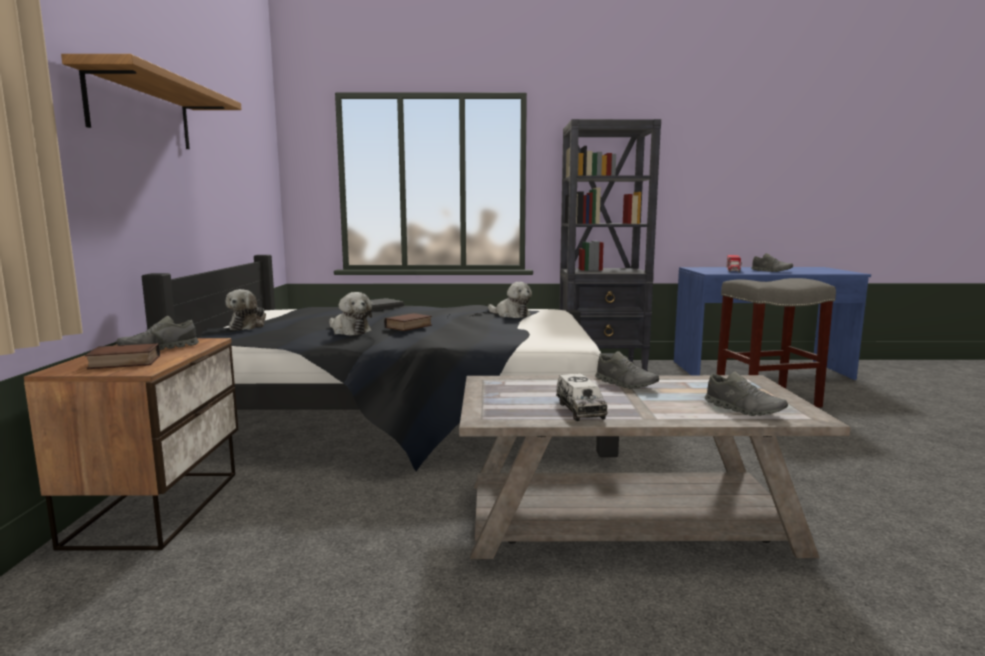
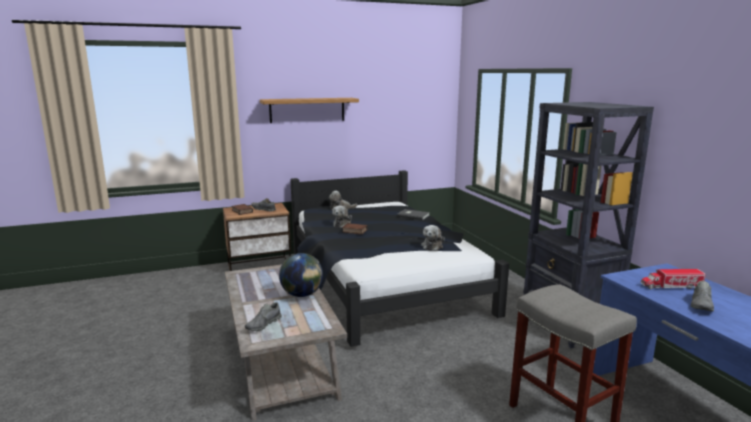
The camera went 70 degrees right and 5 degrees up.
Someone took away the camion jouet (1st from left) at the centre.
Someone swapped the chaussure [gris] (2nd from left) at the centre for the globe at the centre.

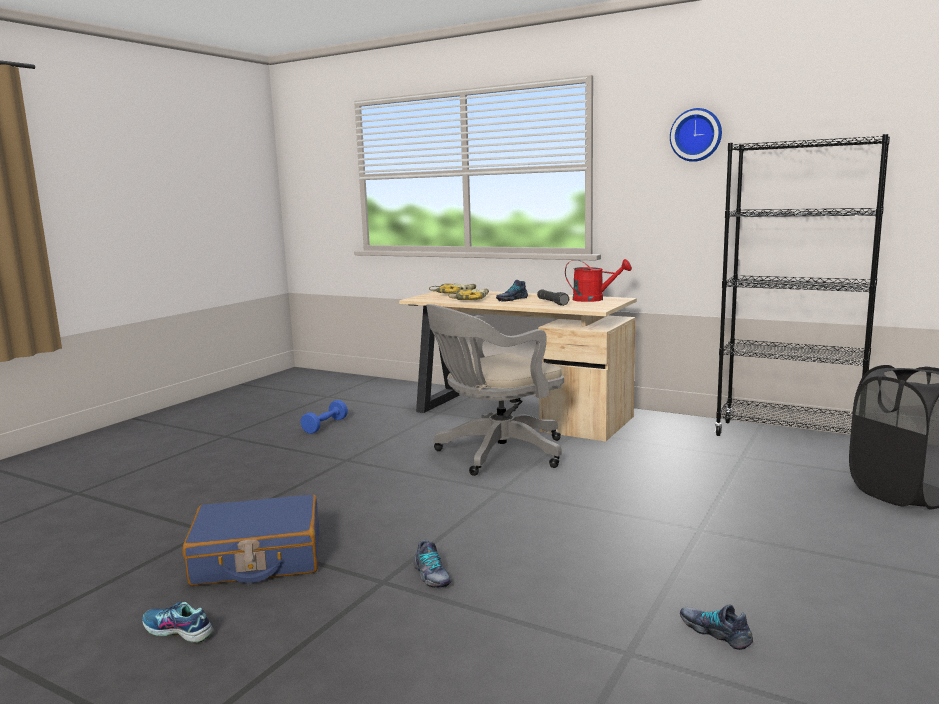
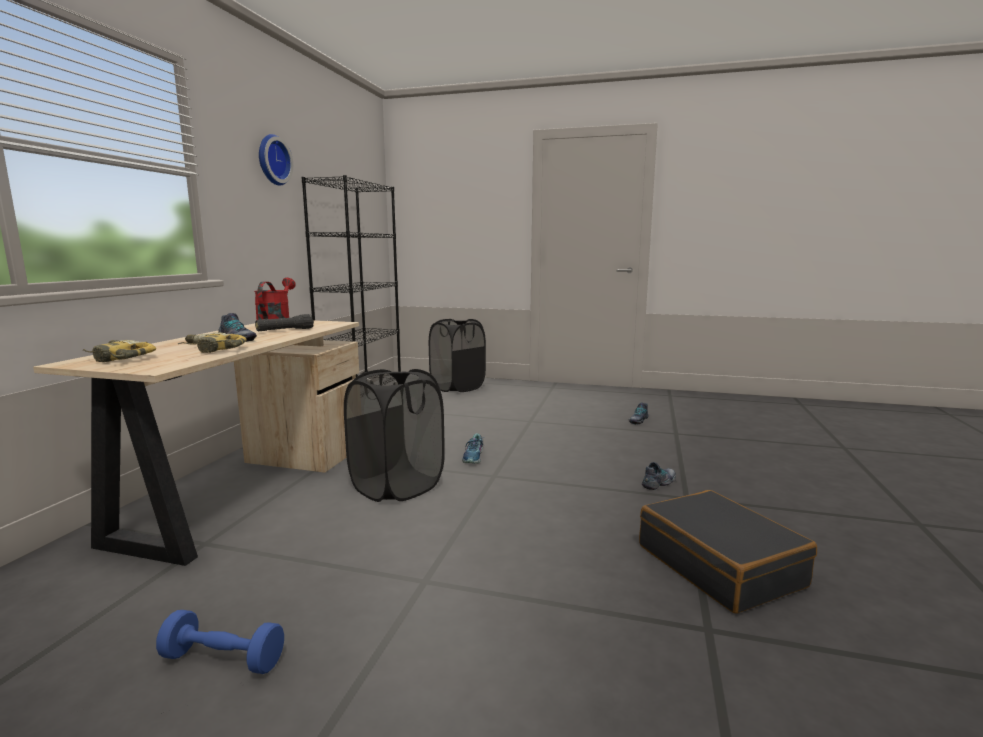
The camera went 105 degrees left and 0 degrees up.
Someone carried the chaussure (1st from left in the first image) from the bottom left to the centre.
Someone repainted the valise [bleu] at the bottom left, which became the valise [noir] at the bottom right.
Someone swapped the chaise de bureau [gris] at the centre for the panier à linge [noir] (1st from left) at the centre.

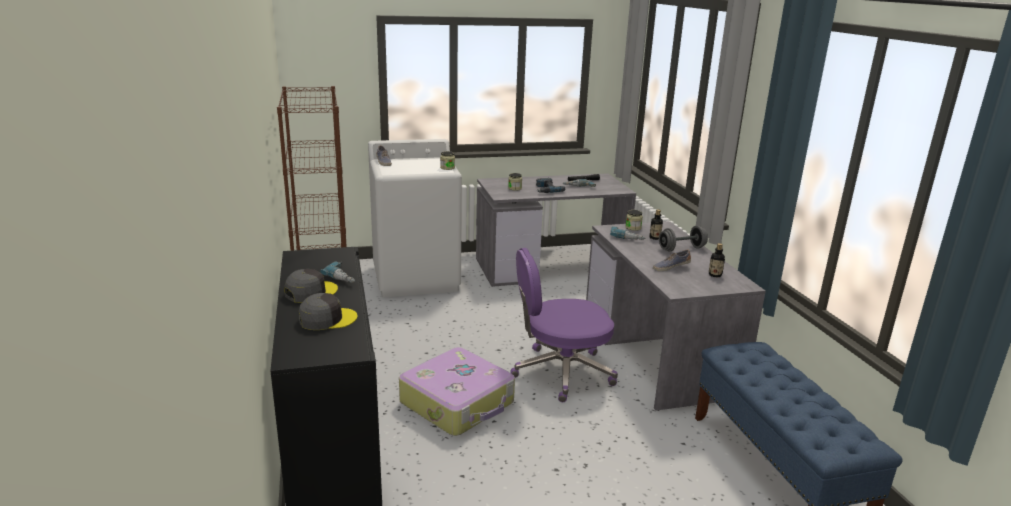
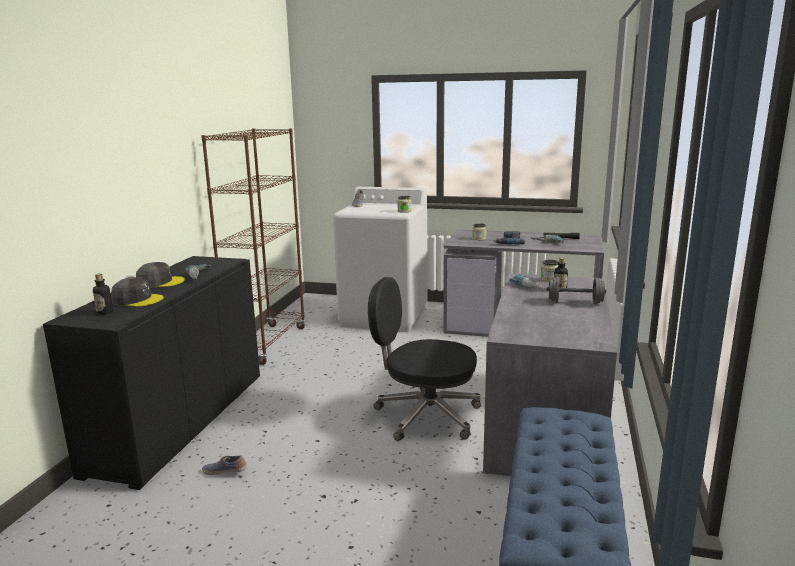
The camera went 30 degrees right and 5 degrees down.
Someone took away the valise at the bottom centre.
Someone repainted the chaise de bureau [violet] at the centre, which became the chaise de bureau [noir] at the centre.
Someone carried the chaussure (2nd from left in the first image) from the centre to the bottom left.
Someone carried the bouteille (2nd from left in the first image) from the middle right to the middle left.

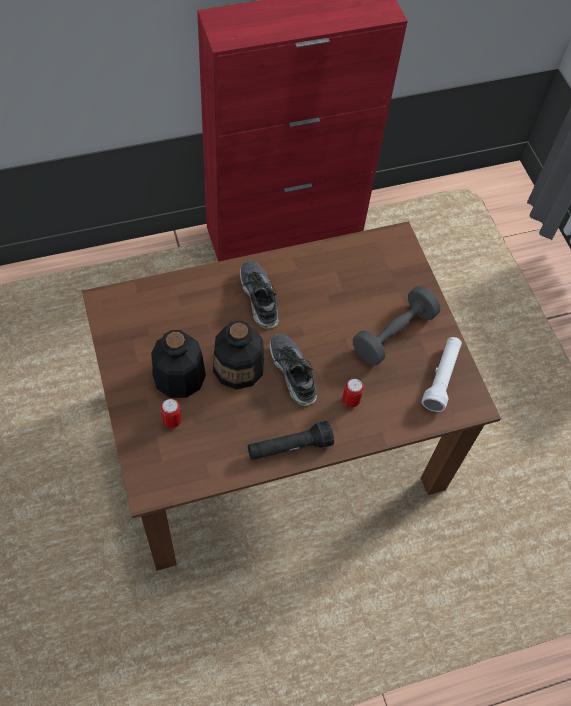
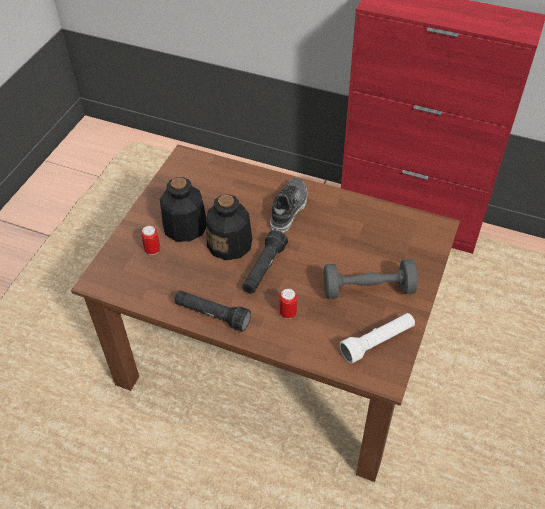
The camera went 45 degrees right and 10 degrees down.
Someone swapped the chaussure (2nd from left) at the centre for the lampe de poche [noir] (2nd from left) at the centre.

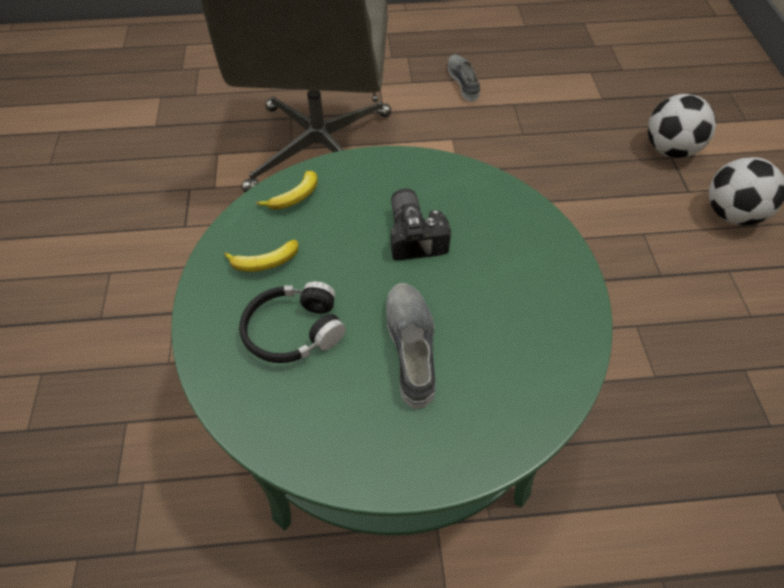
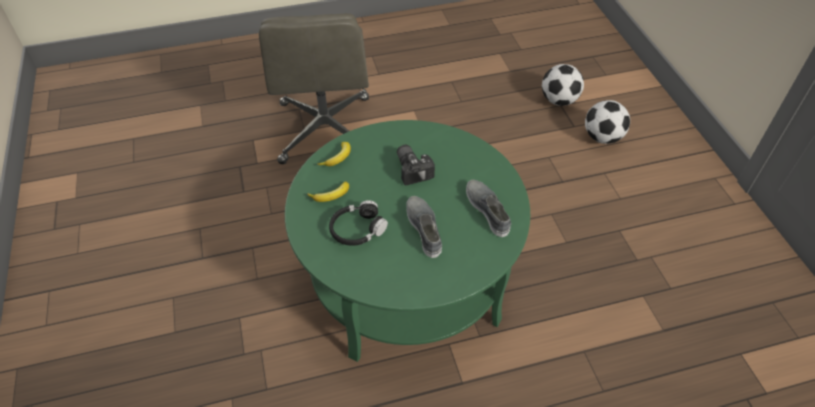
The camera went 10 degrees left and 5 degrees down.
Someone carried the chaussure [gris] (2nd from left) from the top centre to the centre.

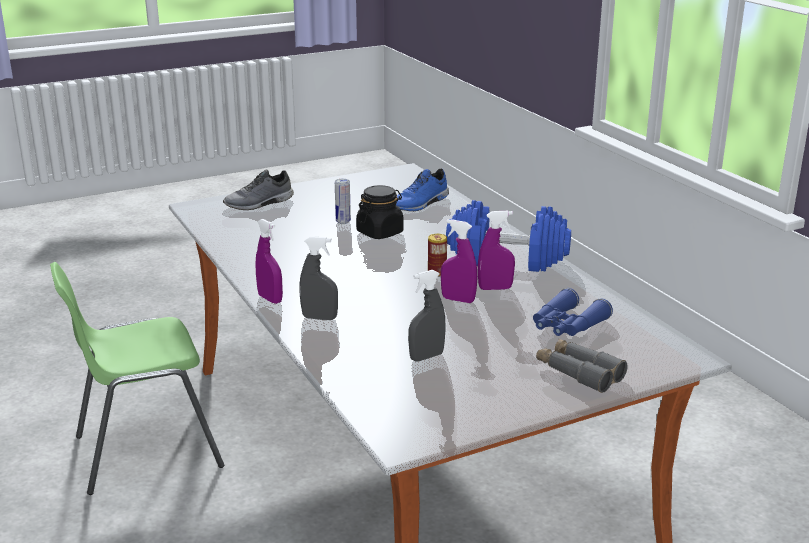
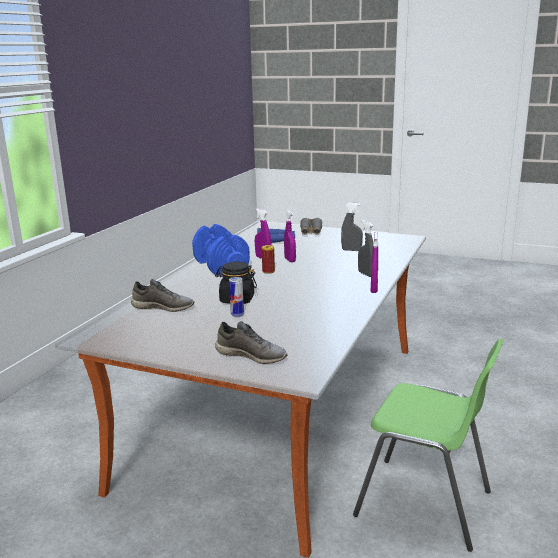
The camera went 130 degrees left and 5 degrees down.
Someone repainted the chaussure [bleu] at the centre, which became the chaussure [gris] (1st from left) at the middle left.

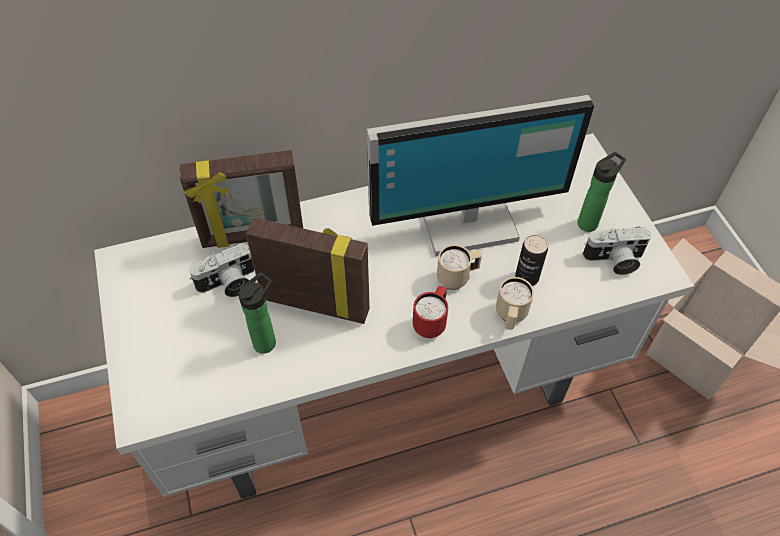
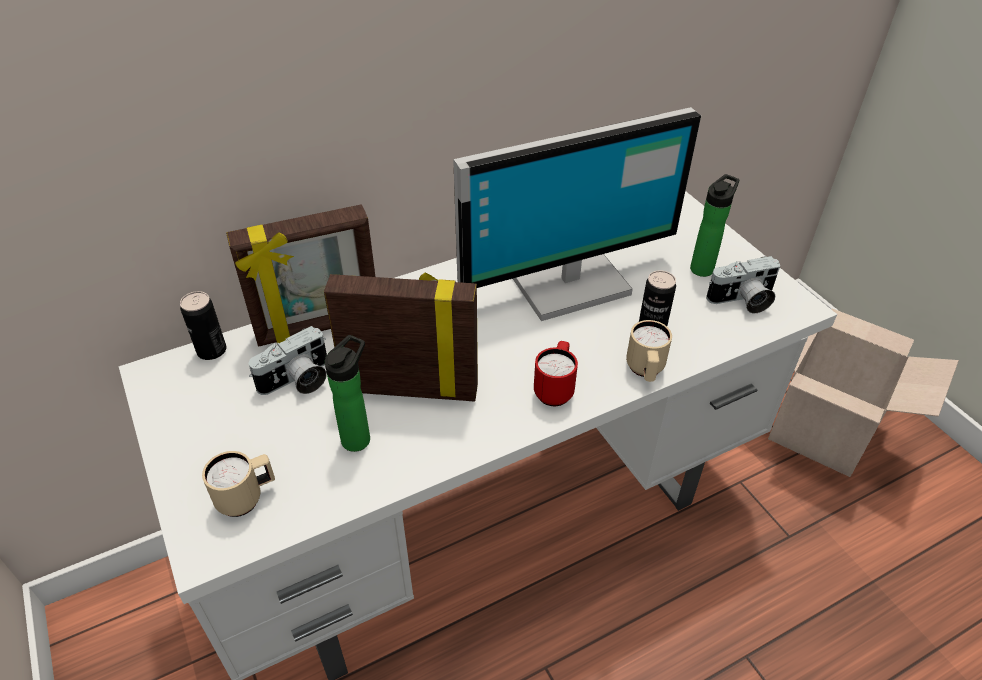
The camera went 10 degrees left and 10 degrees down.
Someone carried the mug [beige] (1st from left) from the centre to the bottom left.
Someone put down the boîte métallique (1st from left) at the middle left.

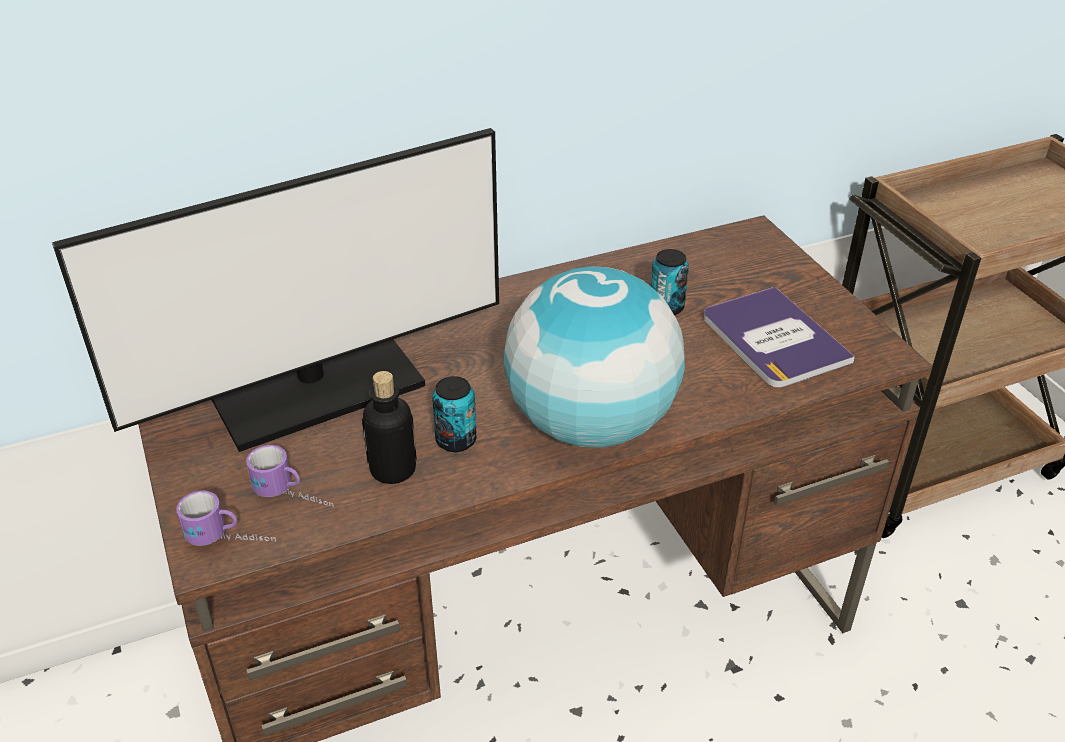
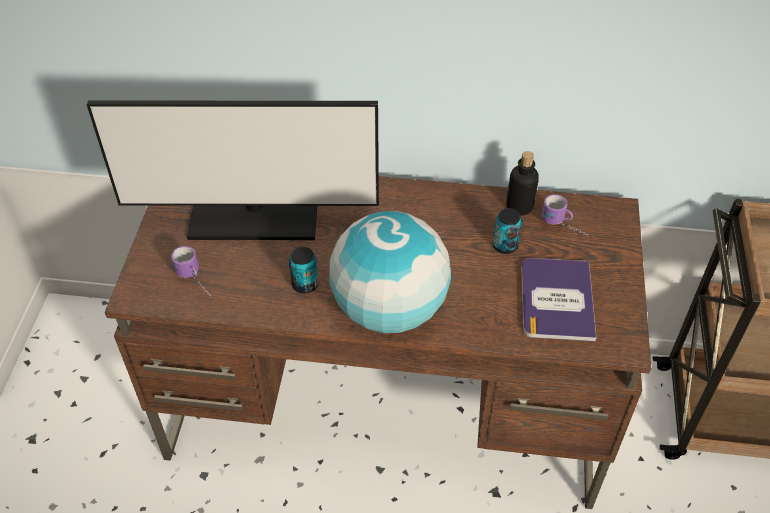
The camera went 30 degrees right and 10 degrees up.
Someone carried the mug (1st from left in the first image) from the bottom left to the middle right.
Someone carried the bouteille from the centre to the middle right.

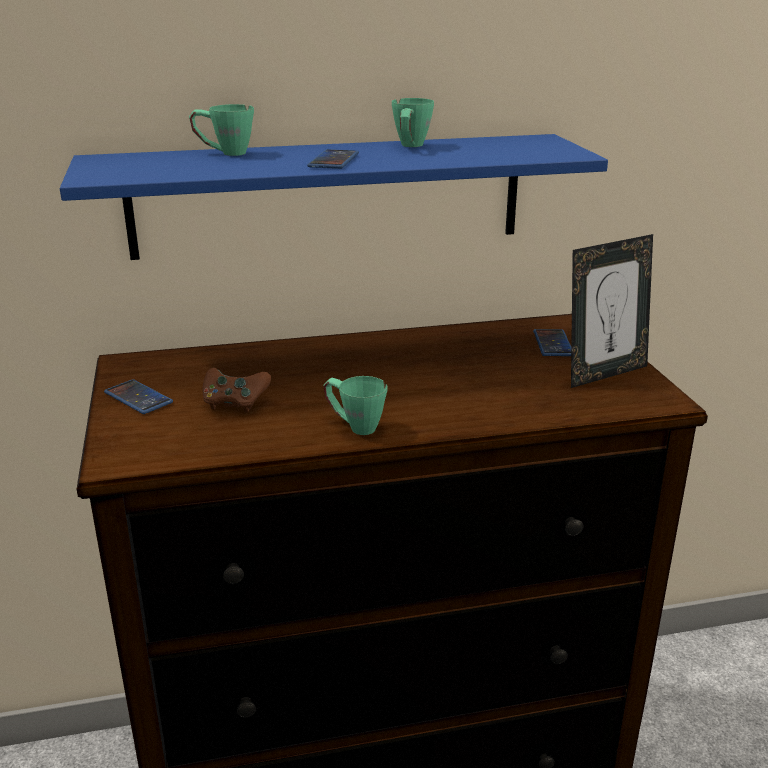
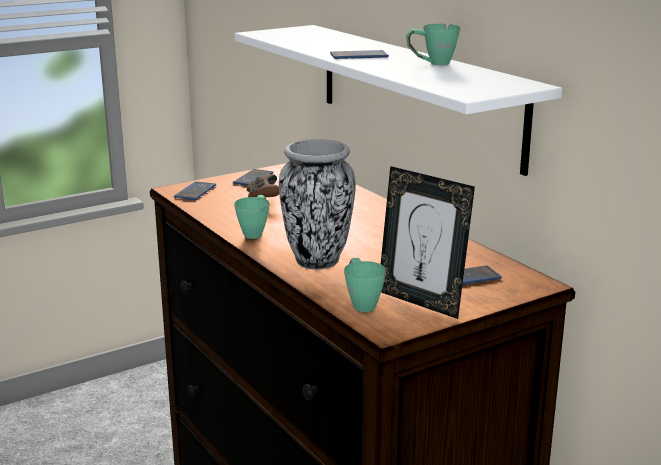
The camera went 70 degrees right and 5 degrees down.
Someone repainted the étagère [bleu] at the top centre, which became the étagère [blanc] at the top centre.
Someone carried the mug [vert] (1st from left in the first image) from the top left to the centre.
Someone put down the téléphone (1st from left) at the middle left.
Someone put down the vase at the centre.

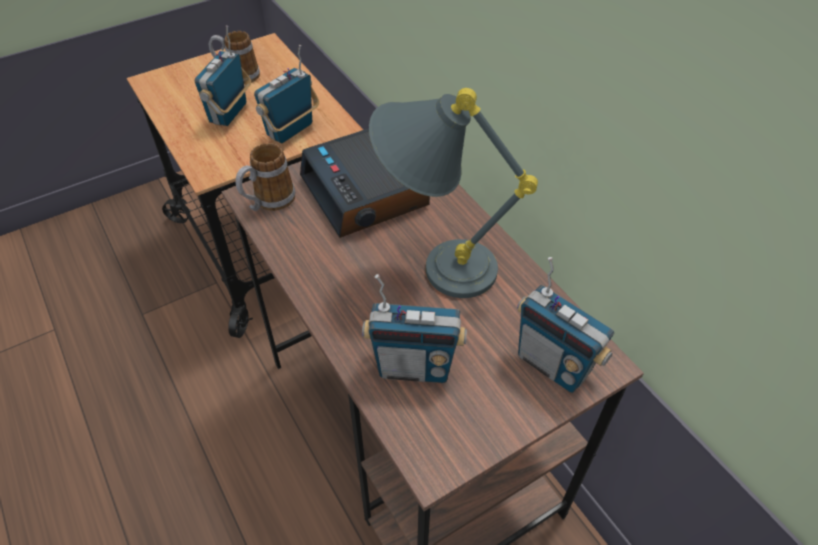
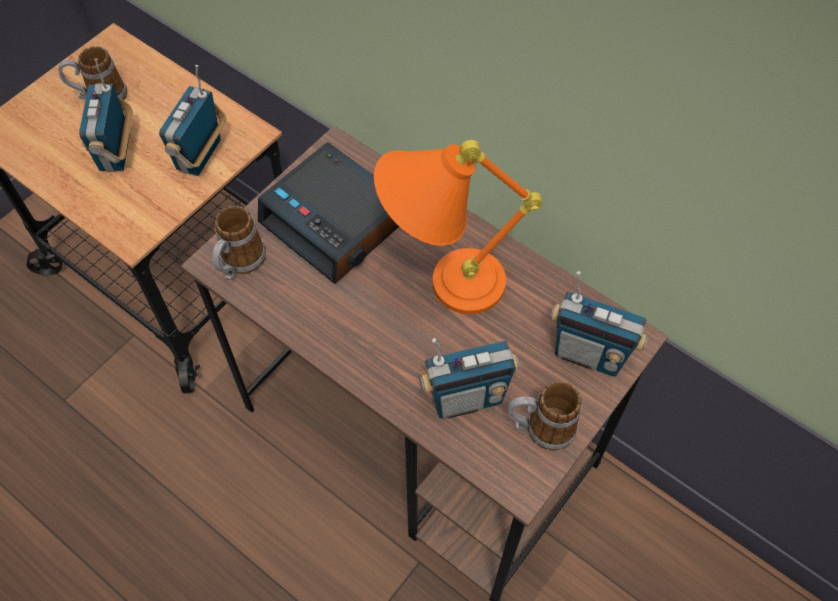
The camera went 20 degrees left and 10 degrees up.
Someone repainted the lampe de table [gris] at the centre, which became the lampe de table [orange] at the centre.
Someone put down the mug (3rd from left) at the bottom centre.

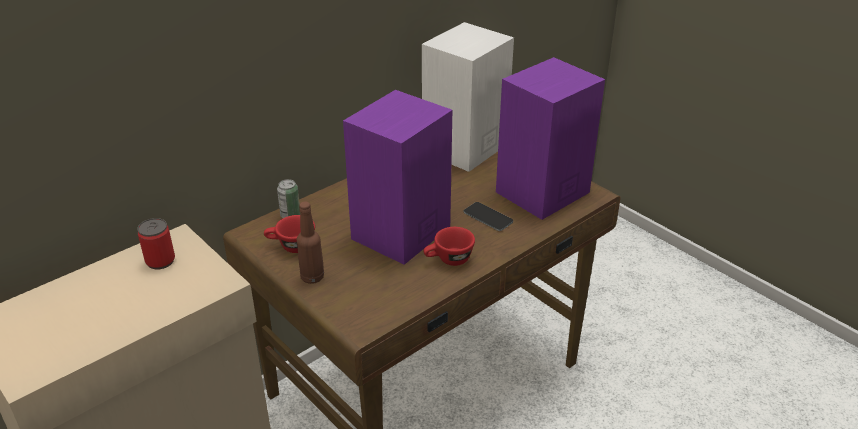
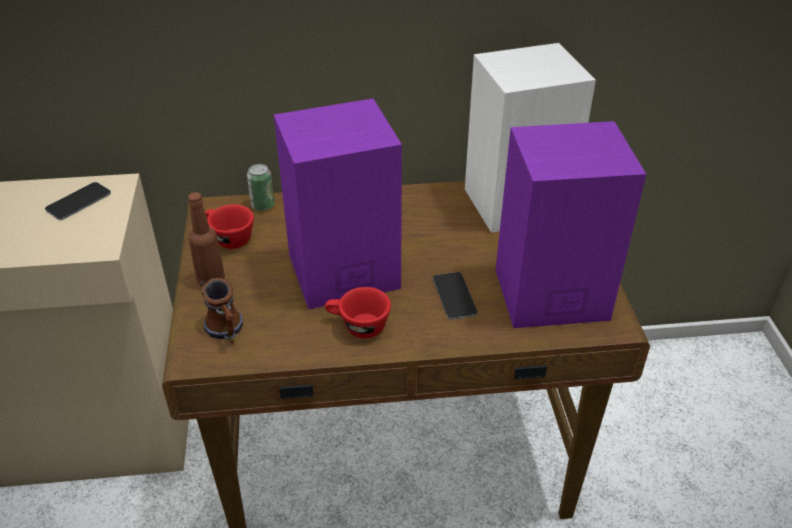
The camera went 35 degrees right and 5 degrees up.
Someone swapped the boîte métallique (1st from left) at the middle left for the téléphone (1st from left) at the middle left.
Someone put down the mug at the middle left.

